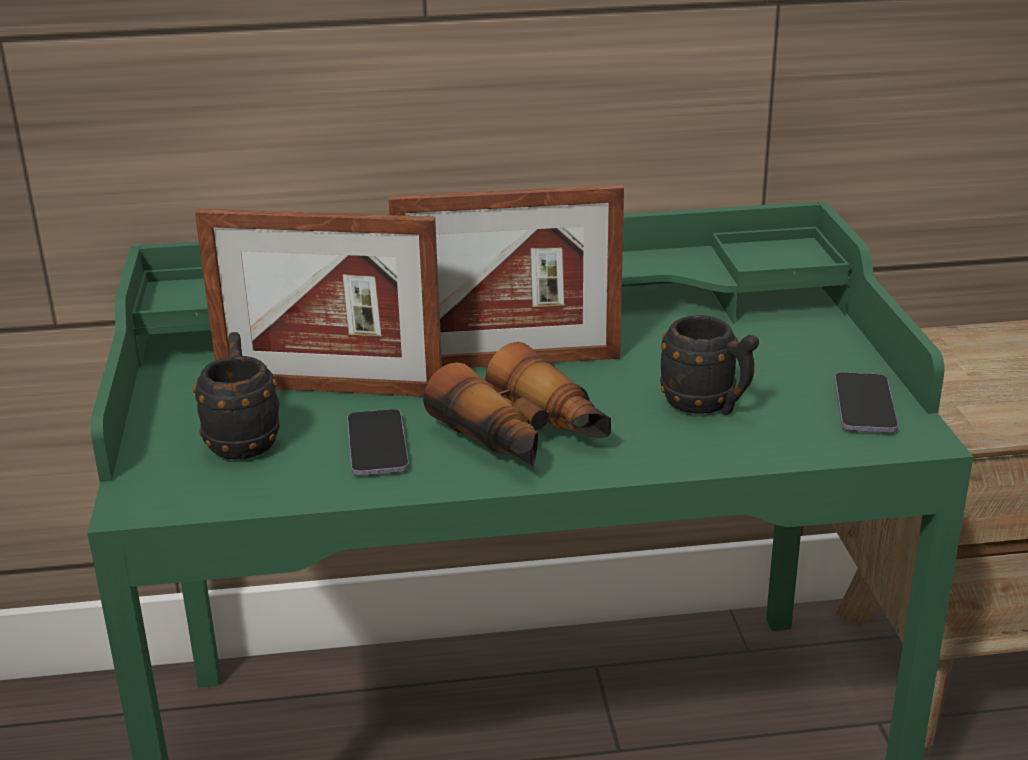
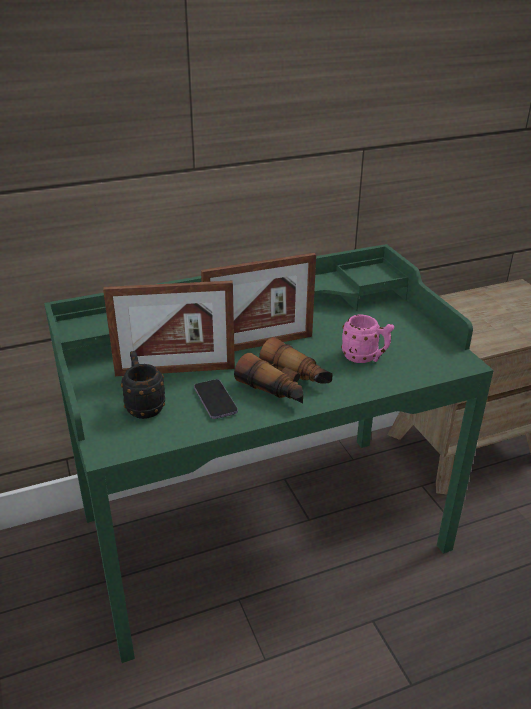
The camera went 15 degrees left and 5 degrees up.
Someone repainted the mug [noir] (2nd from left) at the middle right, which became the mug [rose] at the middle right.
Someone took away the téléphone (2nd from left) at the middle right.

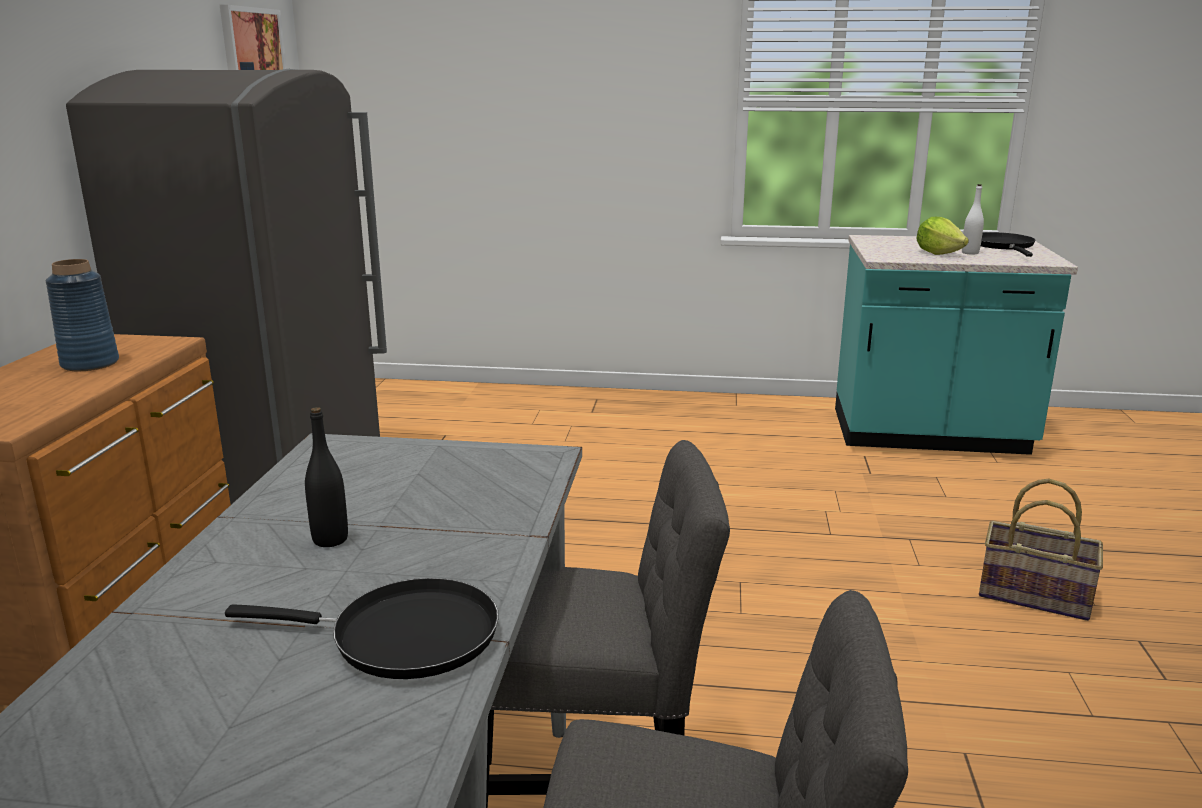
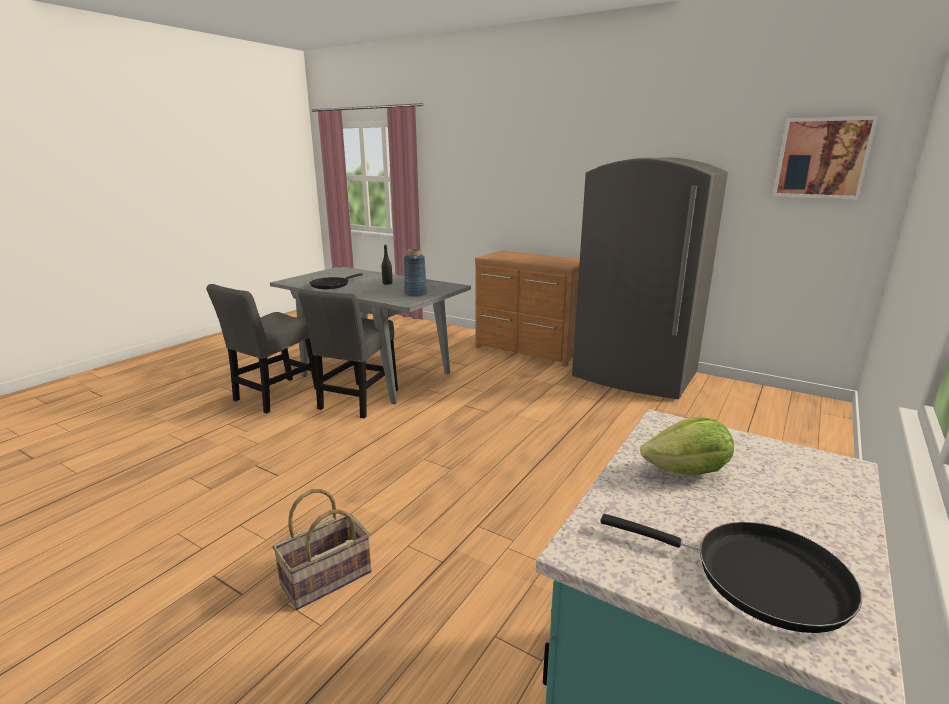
The camera went 115 degrees right and 0 degrees up.
Someone carried the vase [bleu] from the middle left to the centre.
Someone took away the bouteille [blanc] at the top right.

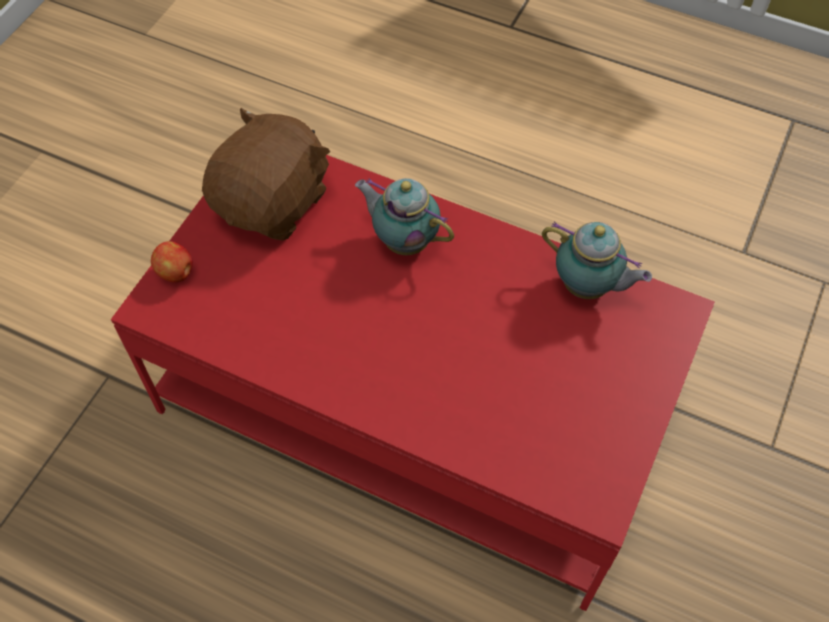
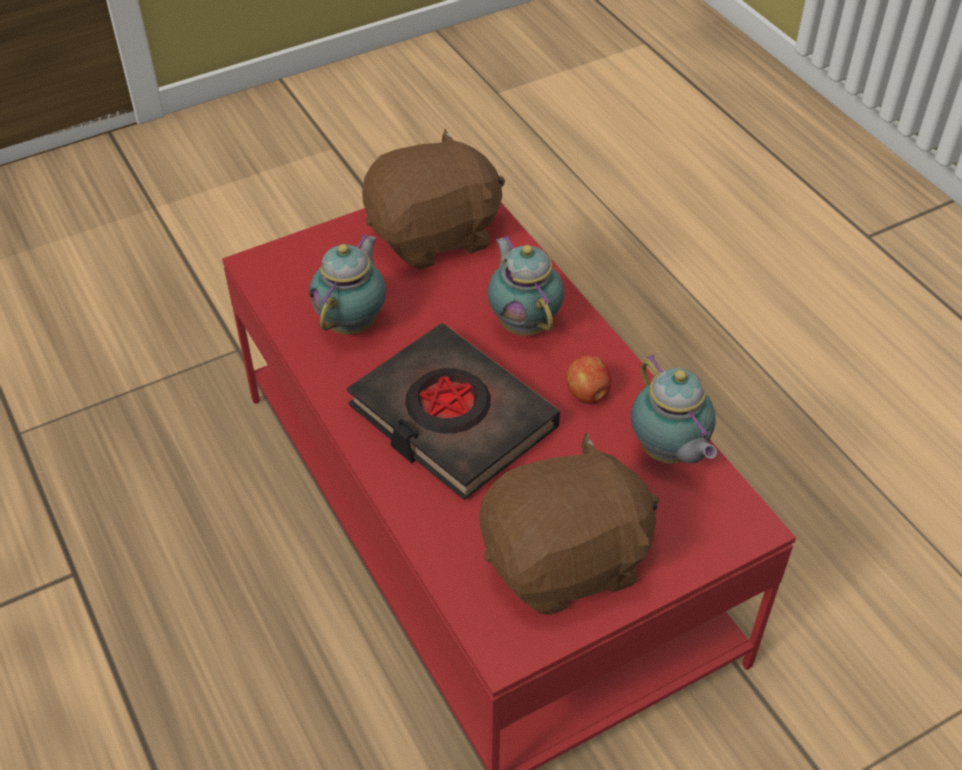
The camera went 35 degrees right and 10 degrees down.
Someone carried the pomme from the middle left to the centre.
Someone put down the théière (1st from left) at the centre.
Someone put down the livre [noir] at the centre.
Someone put down the peluche [marron] (2nd from left) at the bottom centre.

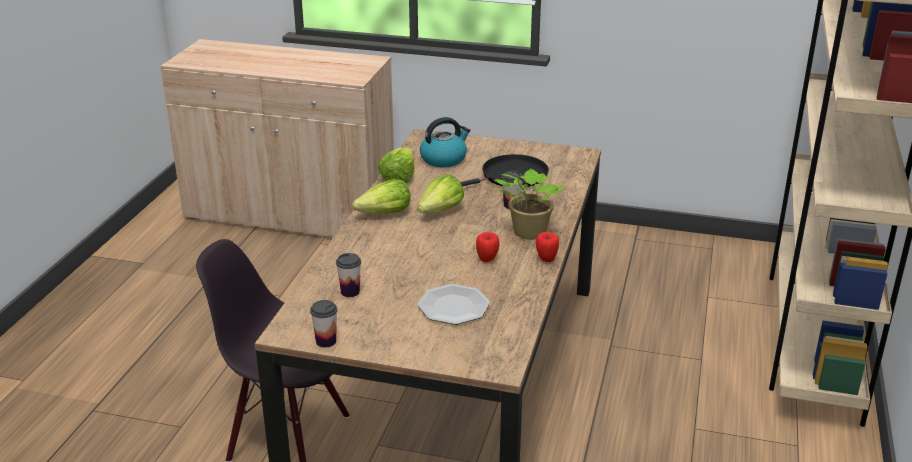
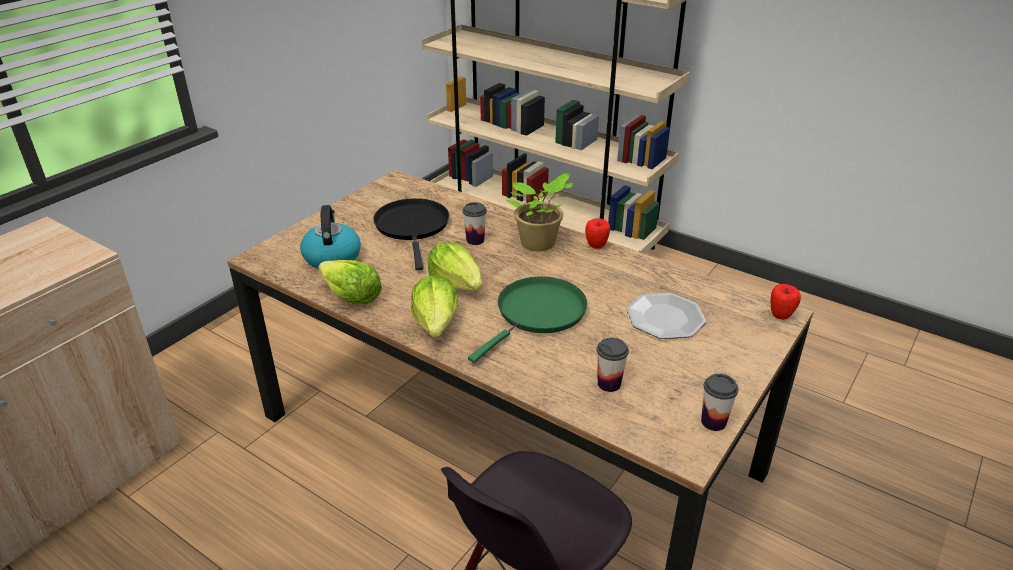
The camera went 70 degrees left and 5 degrees up.
Someone carried the pomme (1st from left in the first image) from the centre to the middle right.
Someone put down the poêle [vert] at the centre.

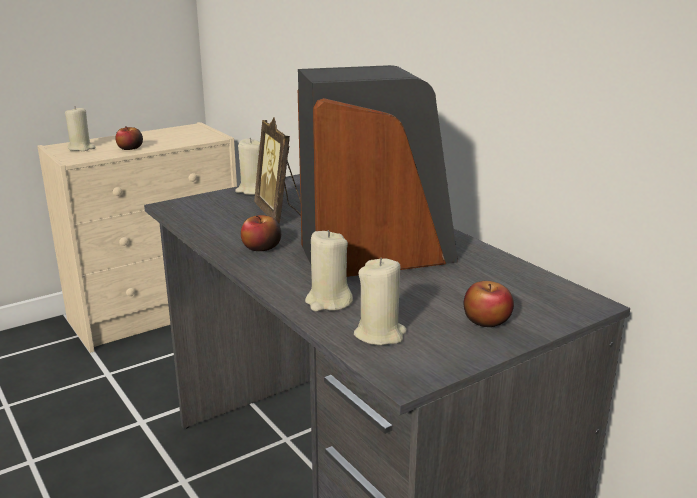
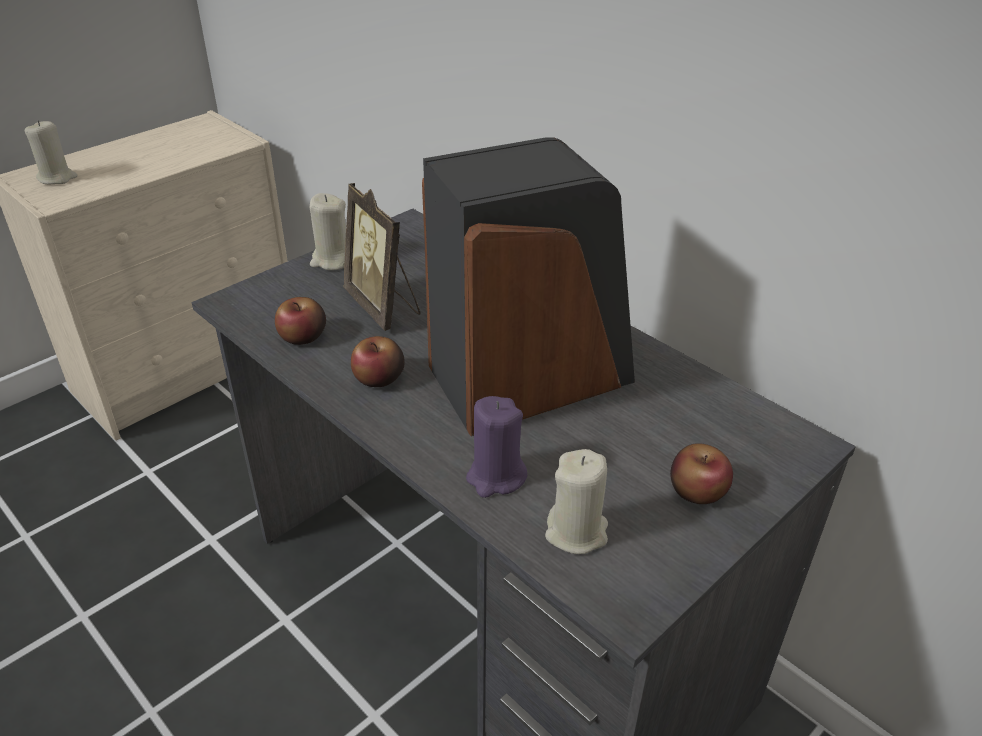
The camera went 10 degrees left and 15 degrees up.
Someone carried the pomme (1st from left) from the top left to the middle left.
Someone repainted the bougie [beige] (3rd from left) at the centre, which became the bougie [violet] at the centre.

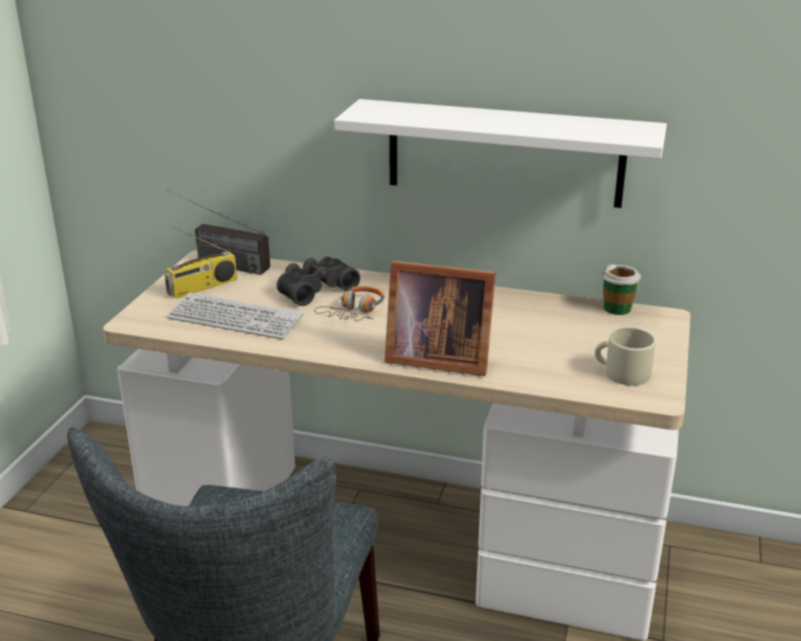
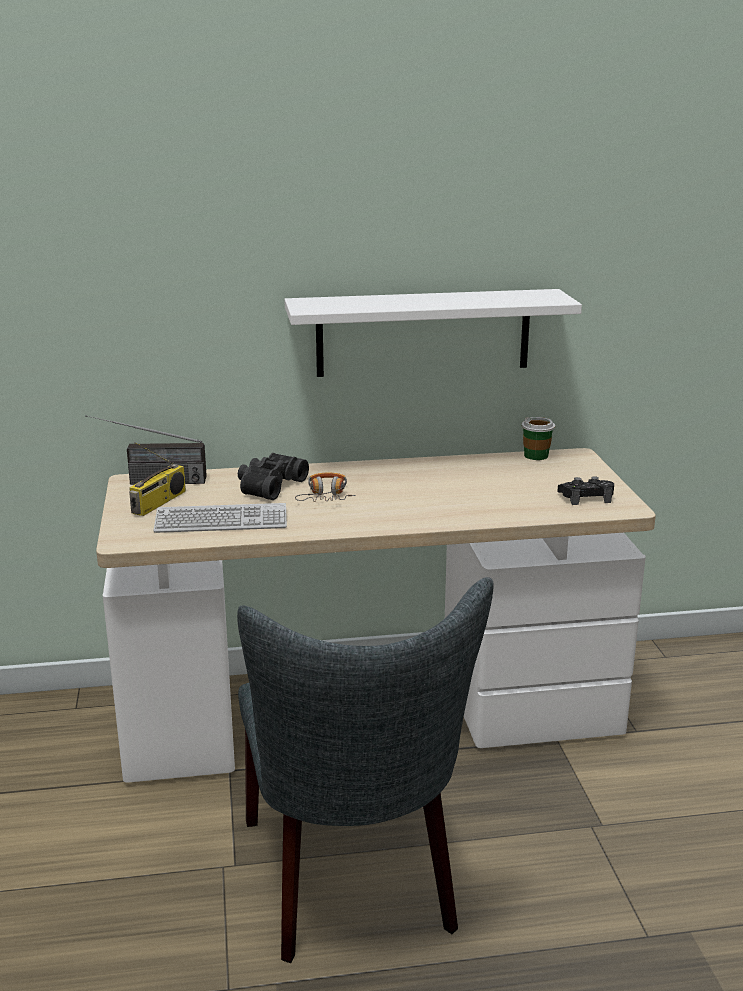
The camera went 25 degrees left and 5 degrees down.
Someone took away the cadre photo at the centre.
Someone swapped the mug [beige] at the middle right for the manette [noir] at the middle right.

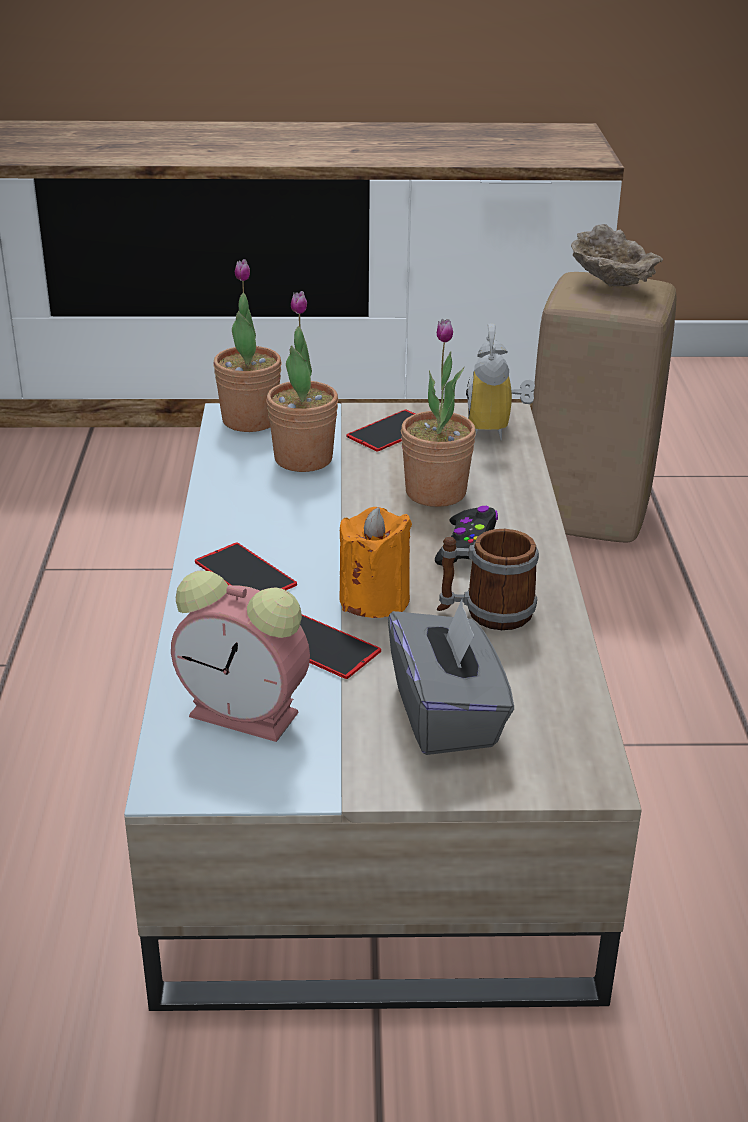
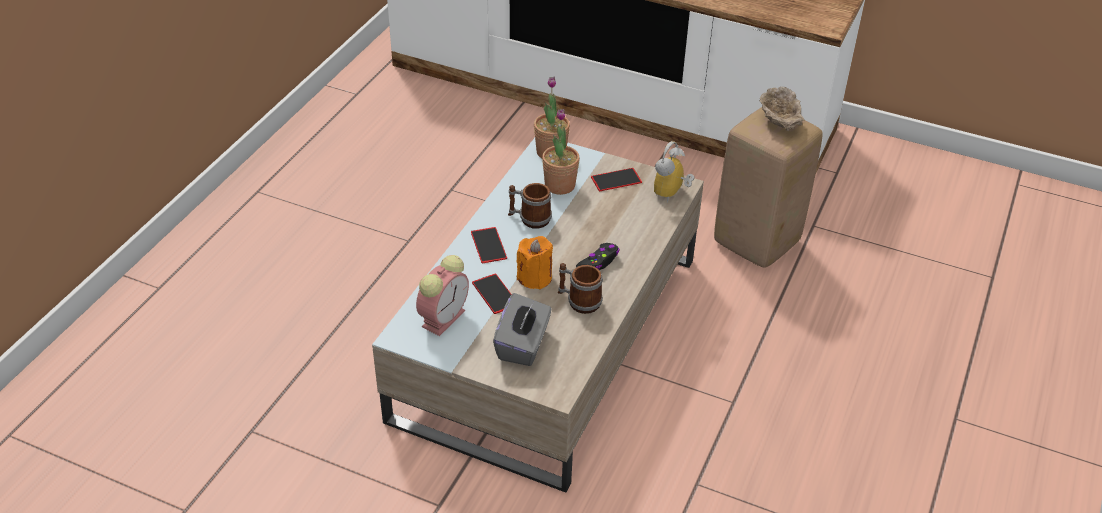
The camera went 25 degrees right and 10 degrees up.
Someone rotated the réveil (1st from left) at the middle left by 105 degrees counterclockwise.
Someone took away the plante en pot (3rd from left) at the centre.
Someone put down the mug (1st from left) at the centre.

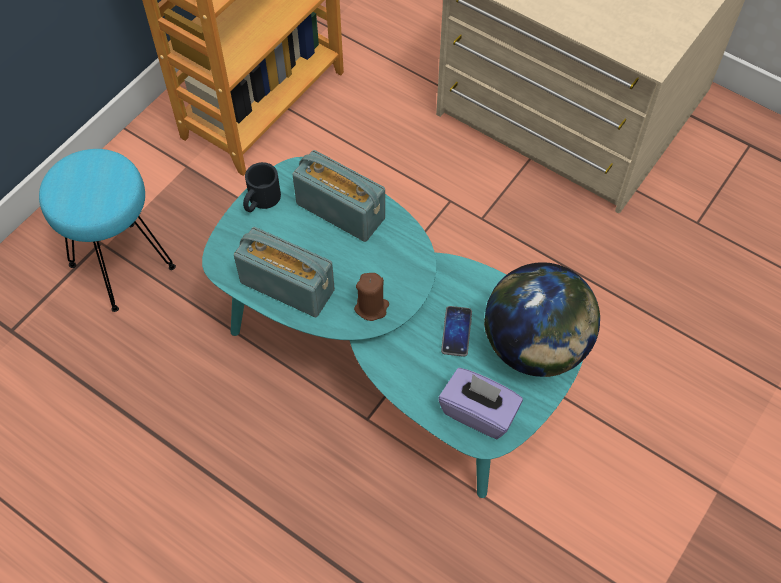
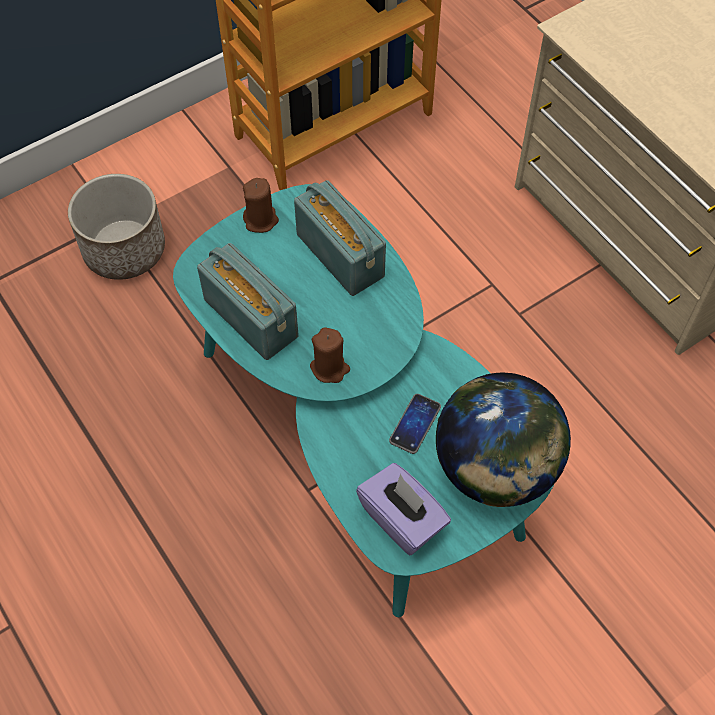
The camera went 20 degrees right and 0 degrees up.
Someone swapped the tabouret [turquoise] at the middle left for the cache-pot at the top left.
Someone swapped the mug [noir] at the top centre for the bougie [marron] (1st from left) at the top centre.

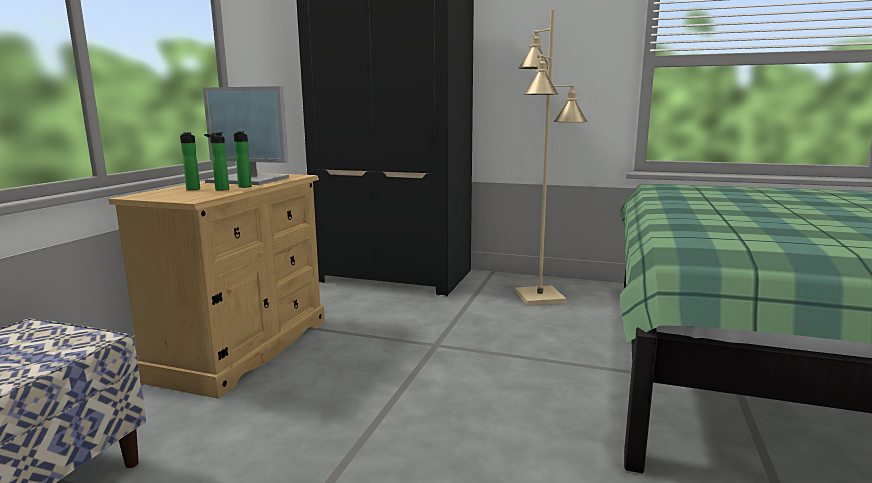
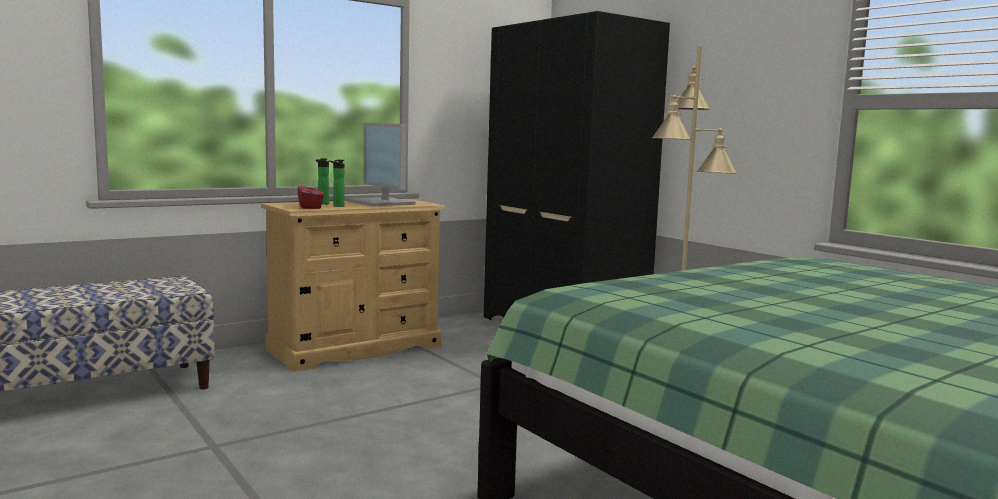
The camera went 35 degrees right and 5 degrees down.
Someone took away the bouteille (3rd from left) at the top left.
Someone put down the boîte à mouchoirs [rouge] at the middle left.

